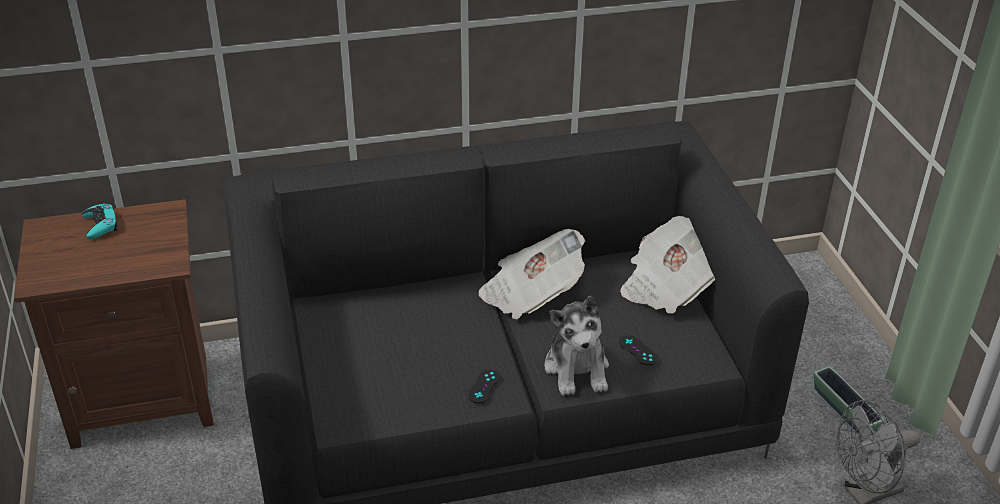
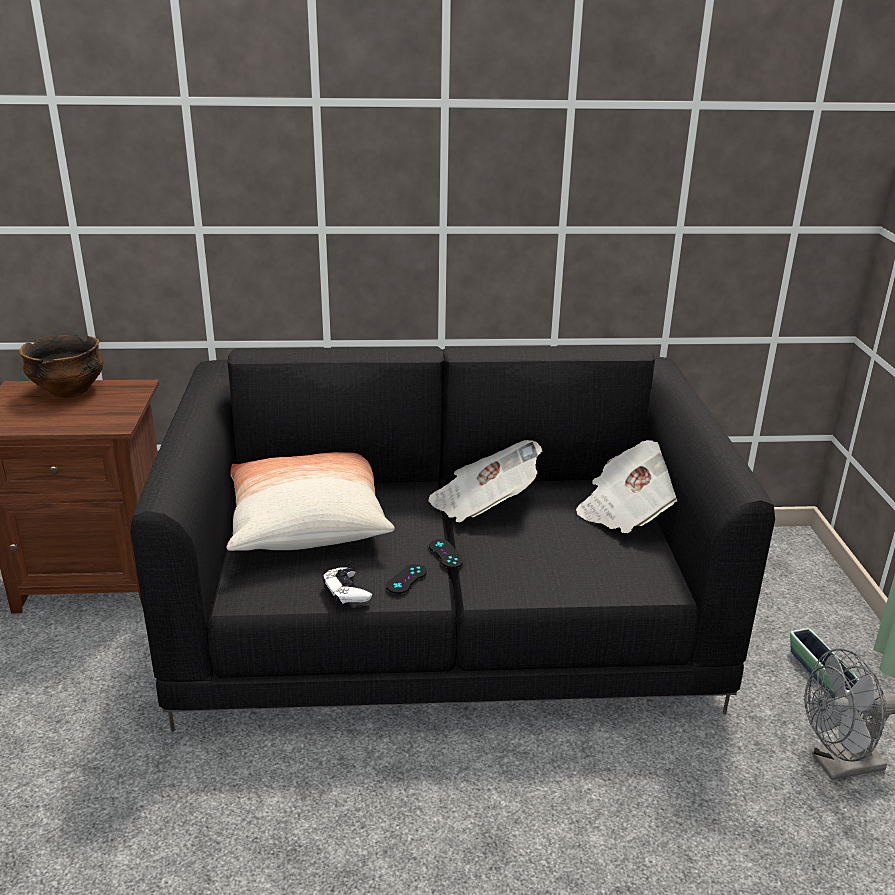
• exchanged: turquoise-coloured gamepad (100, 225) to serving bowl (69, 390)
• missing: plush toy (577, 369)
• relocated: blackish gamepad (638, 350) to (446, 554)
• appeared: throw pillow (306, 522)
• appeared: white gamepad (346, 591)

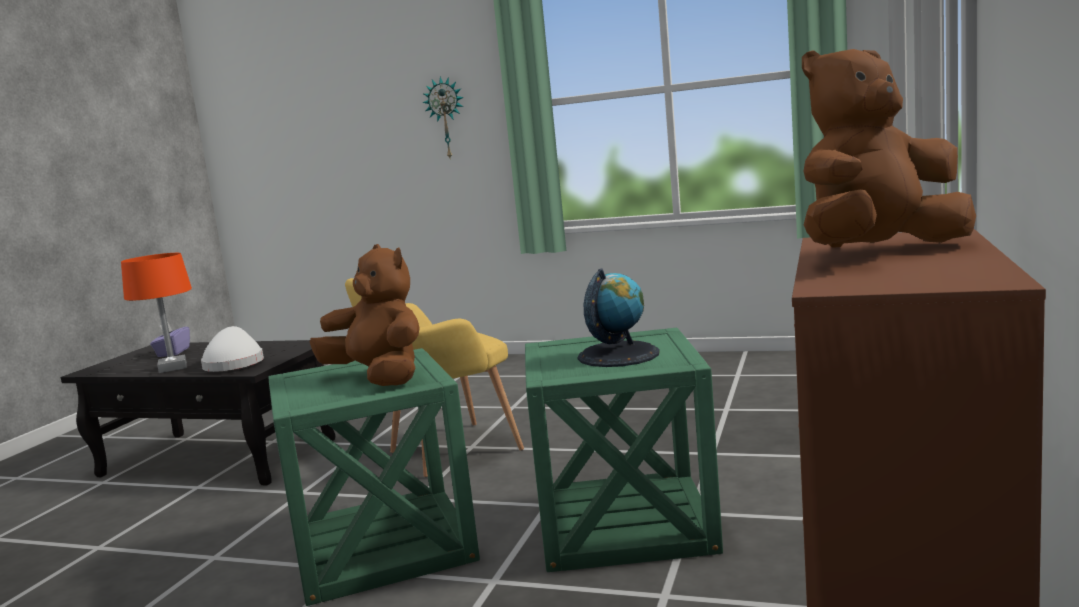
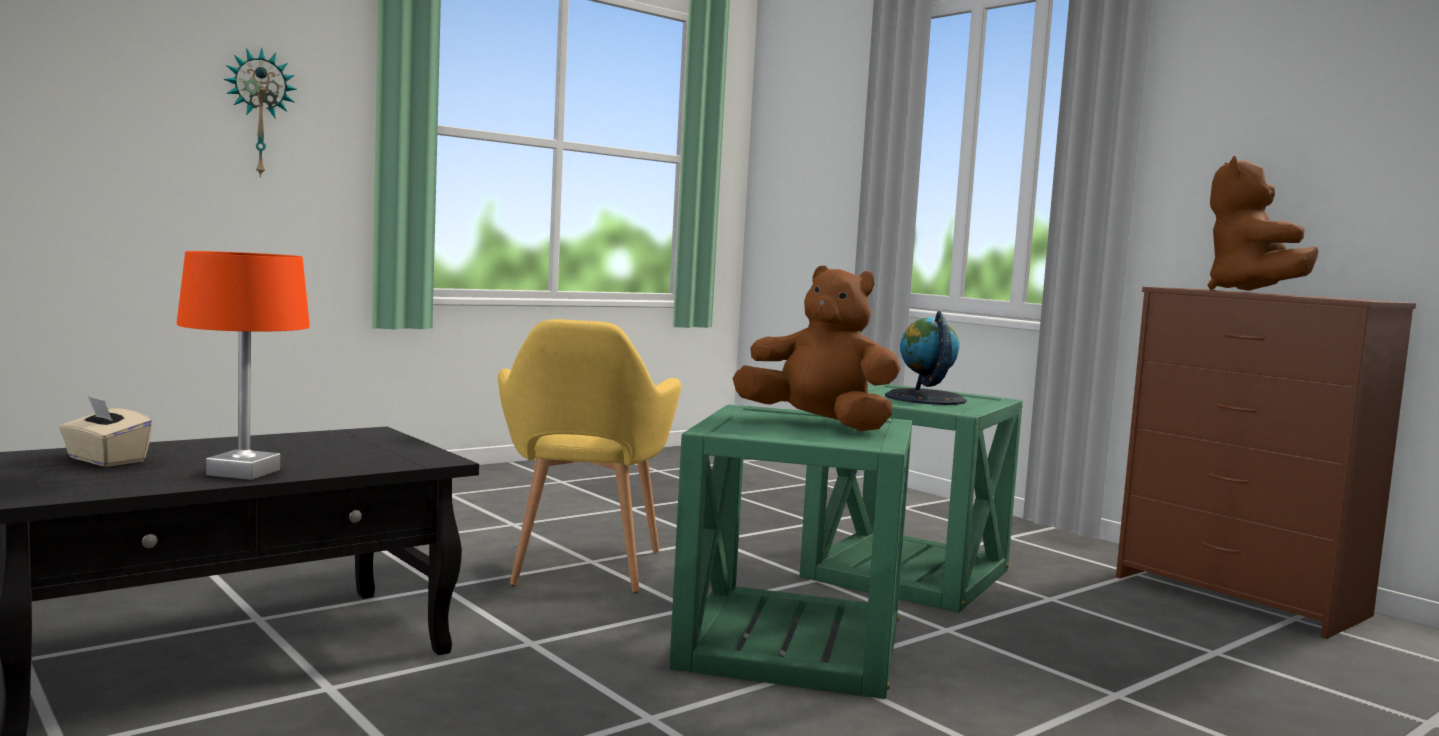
• spun: brown-coloured plush toy (379, 378) = (819, 424) 45 degrees clockwise
• colour: purple-coloured box of tissues (173, 352) to beige box of tissues (105, 460)
• missing: white hat (234, 364)

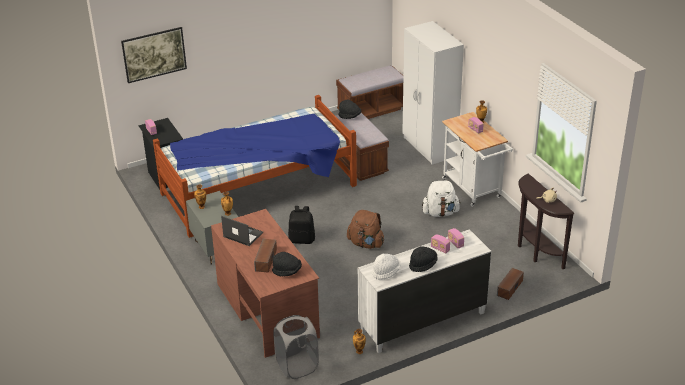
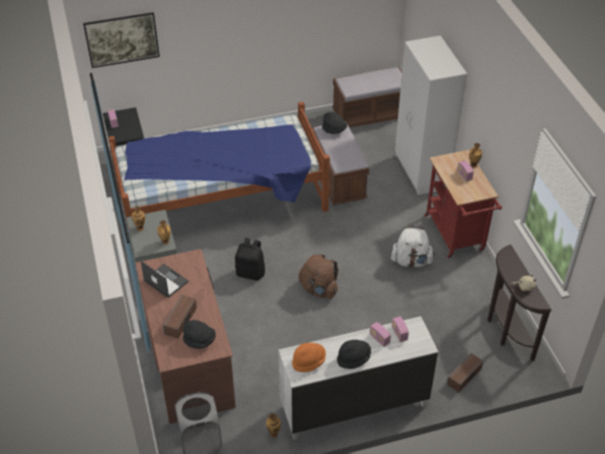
• colour: white cart (473, 190) to reddish cart (456, 236)
• colour: white hat (386, 272) to orangey hat (308, 362)

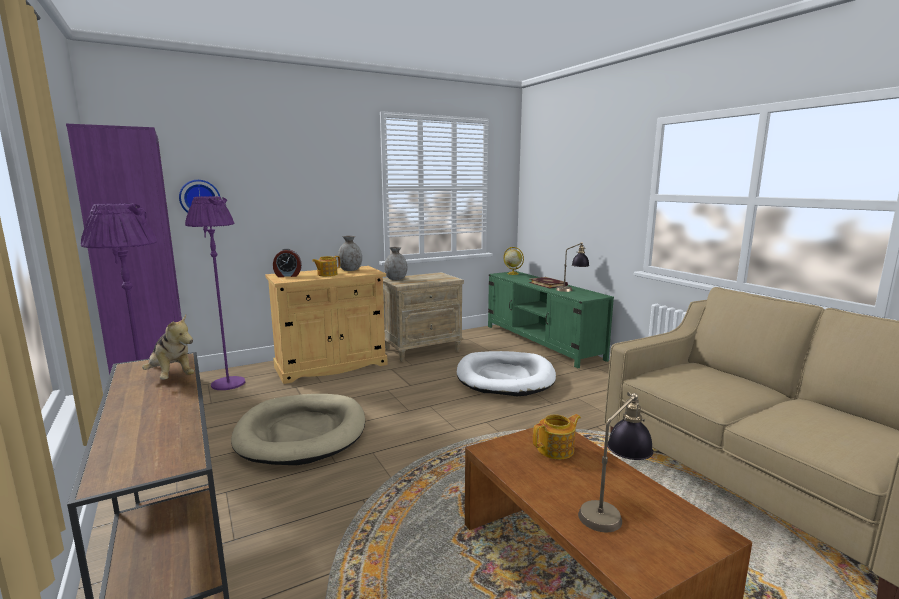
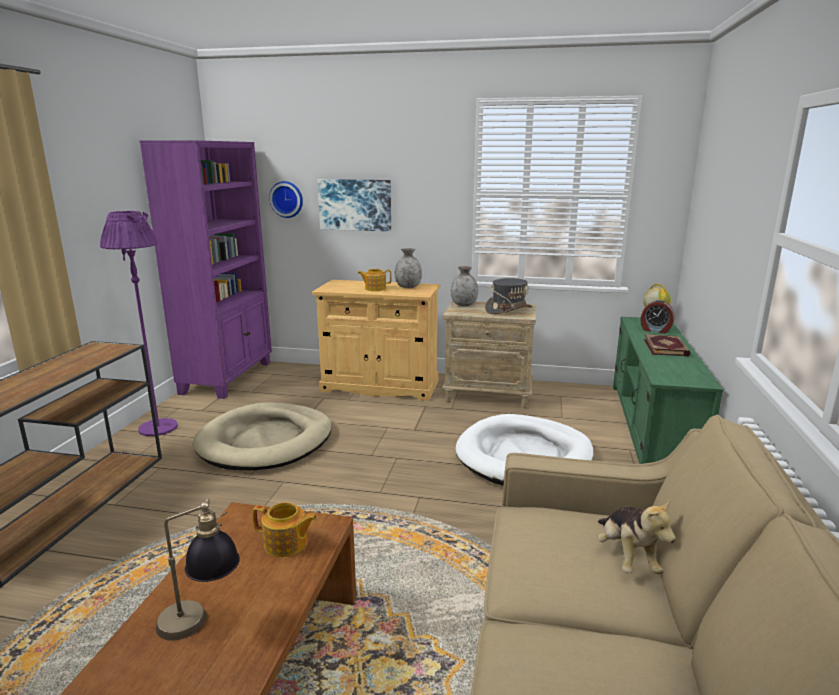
• missing: purple-coloured standard lamp (228, 383)
• missing: table lamp (571, 290)
• relocated: alarm clock (288, 275) to (655, 330)
• relocated: plush toy (171, 377) to (627, 557)
• appeared: picture (355, 204)
• appeared: gray hat (508, 310)

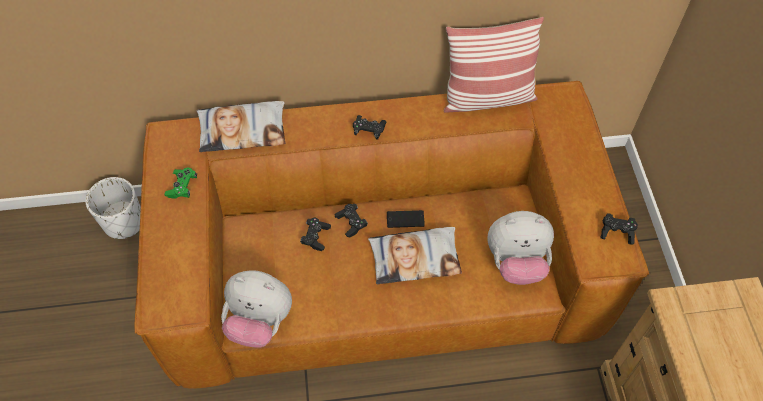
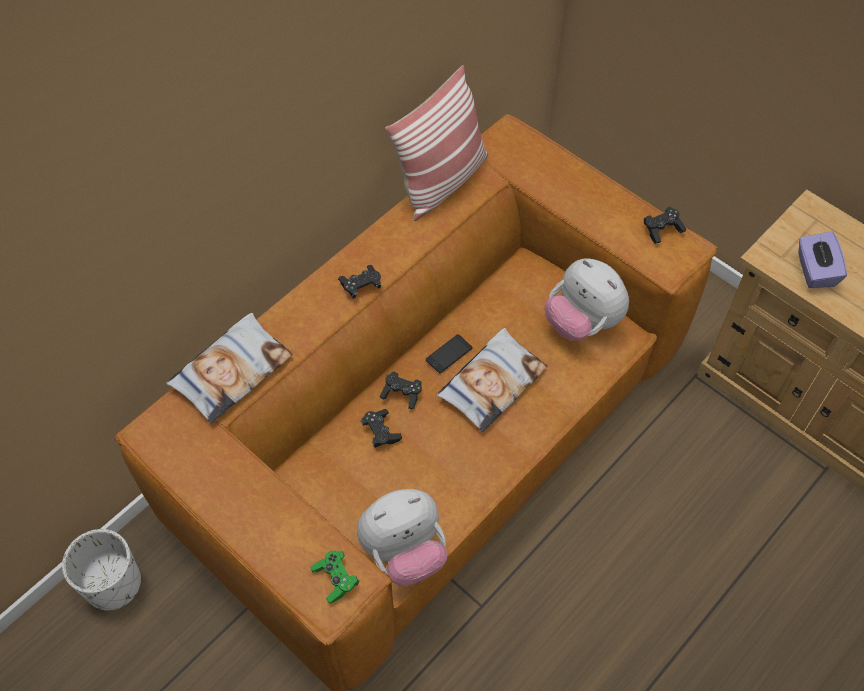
• relocated: green gamepad (182, 187) to (335, 579)
• spun: plush toy (516, 262) = (582, 322) 90 degrees clockwise
• appeared: purple-coloured box of tissues (814, 271)

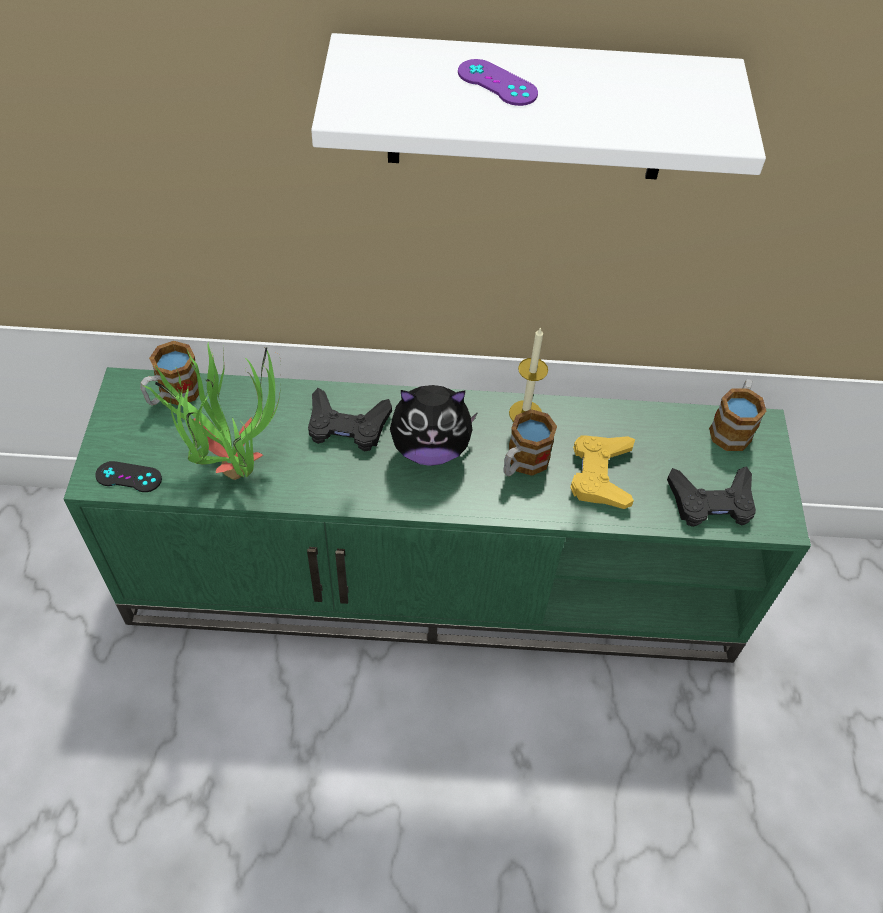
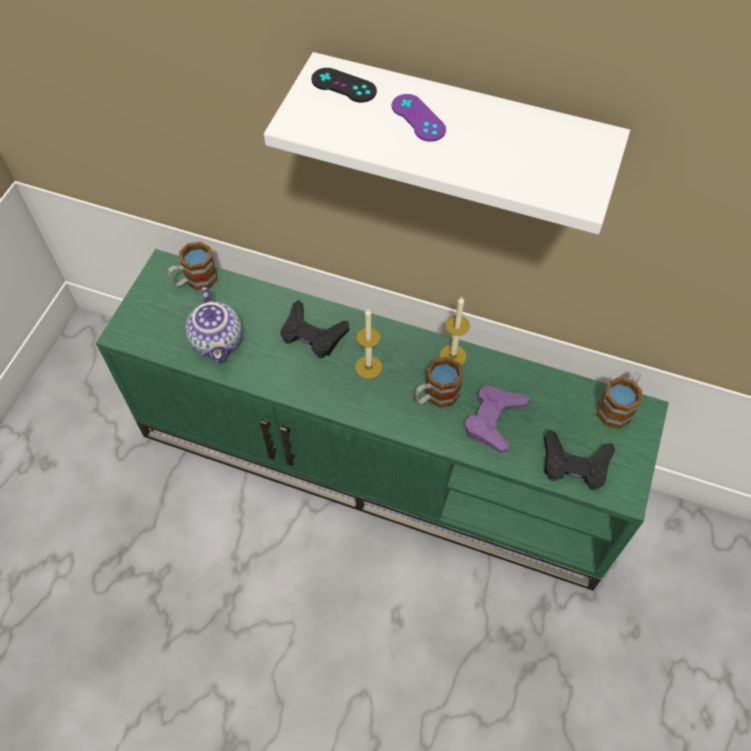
• exchanged: houseplant (230, 461) to pot for tea (219, 342)
• exchanged: plush toy (430, 448) to wax light (368, 367)
• colour: yellow gamepad (601, 474) to purple-coloured gamepad (494, 420)
• relocated: blackish gamepad (128, 477) to (343, 85)

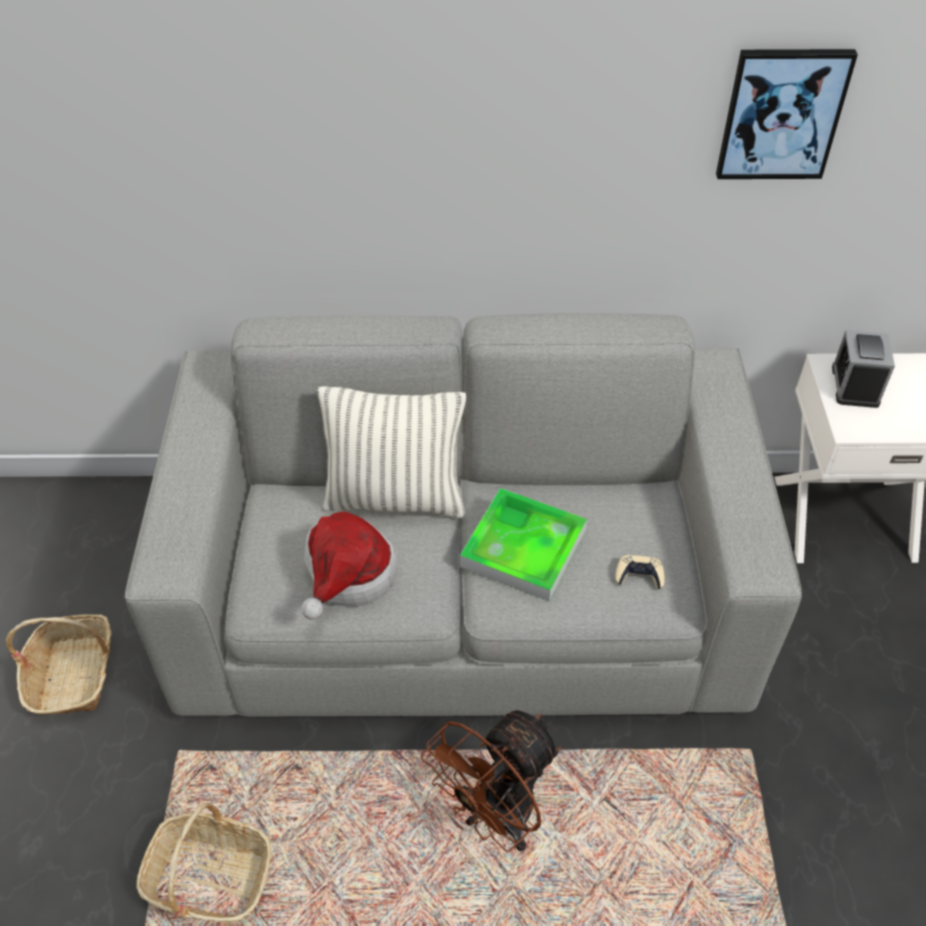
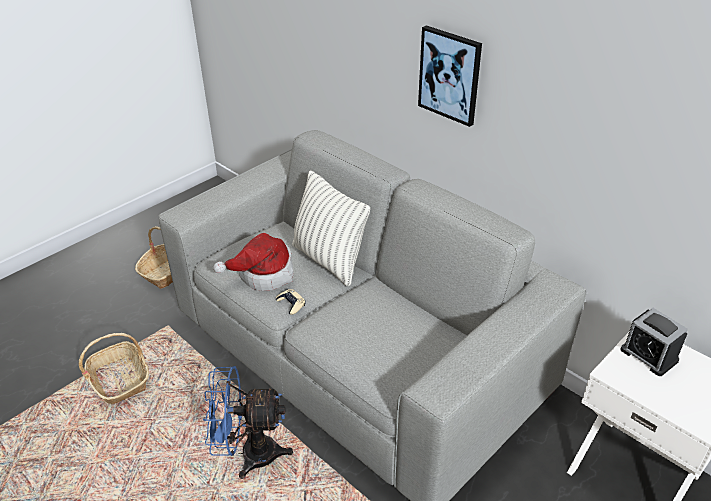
• relocated: picture (782, 114) to (450, 75)
• spun: alarm clock (855, 386) = (649, 355) 90 degrees counterclockwise
• missing: serving tray (523, 548)
• relocated: beige gamepad (639, 575) to (291, 304)
• colour: brown-coloured electric fan (496, 815) to bluish electric fan (249, 454)

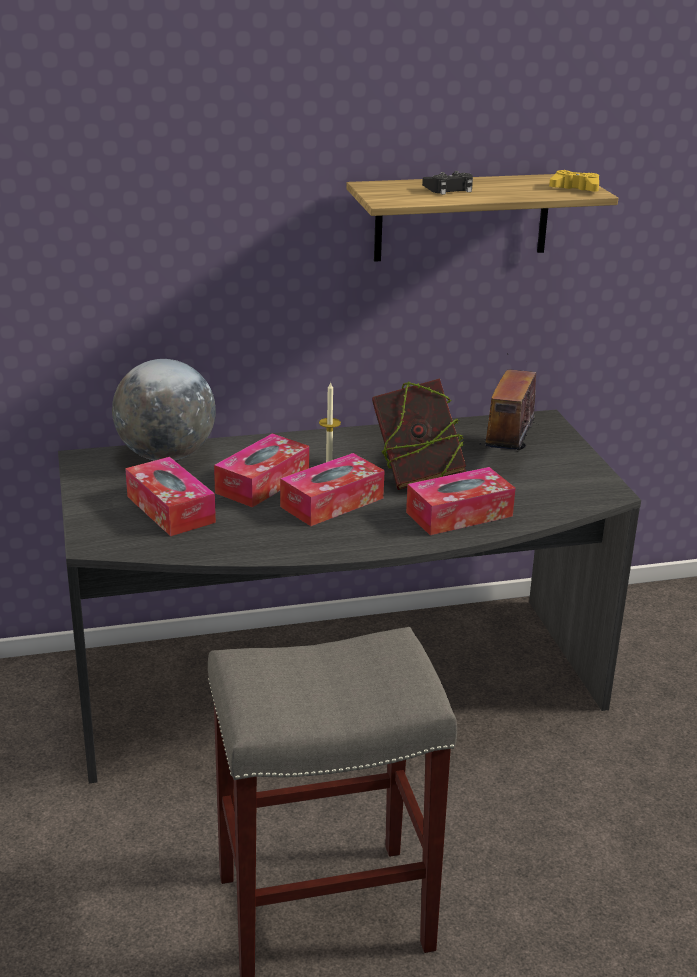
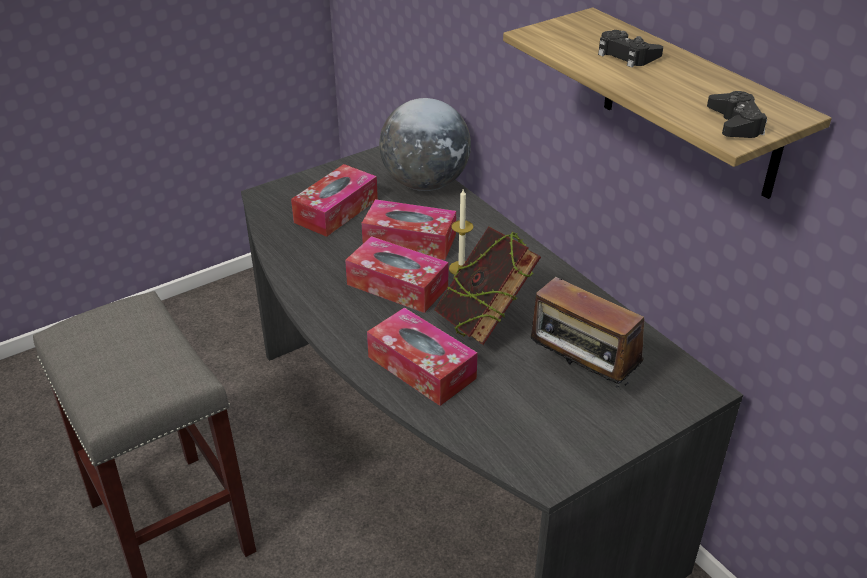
• colour: yellow gamepad (575, 188) to blackish gamepad (735, 123)
• spun: radio (506, 455) = (580, 375) 135 degrees counterclockwise

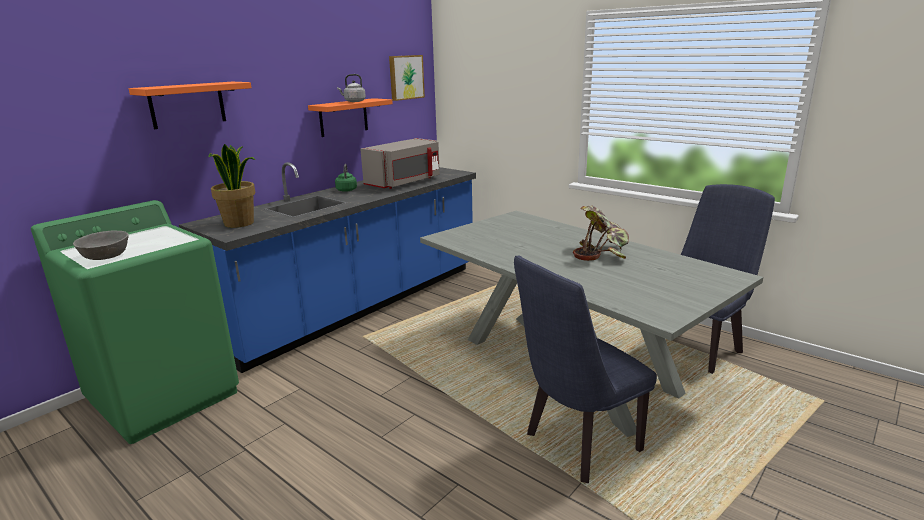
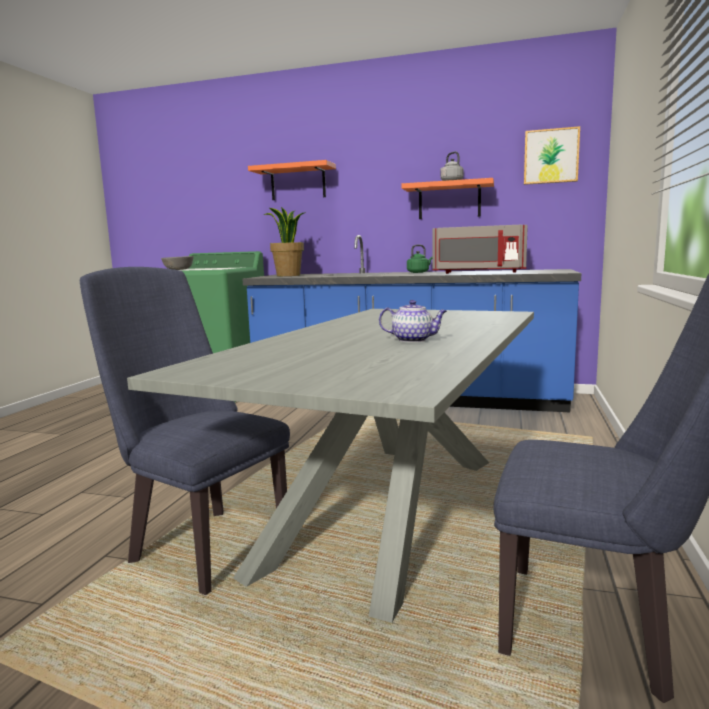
• exchanged: houseplant (601, 253) to pot for tea (413, 340)

